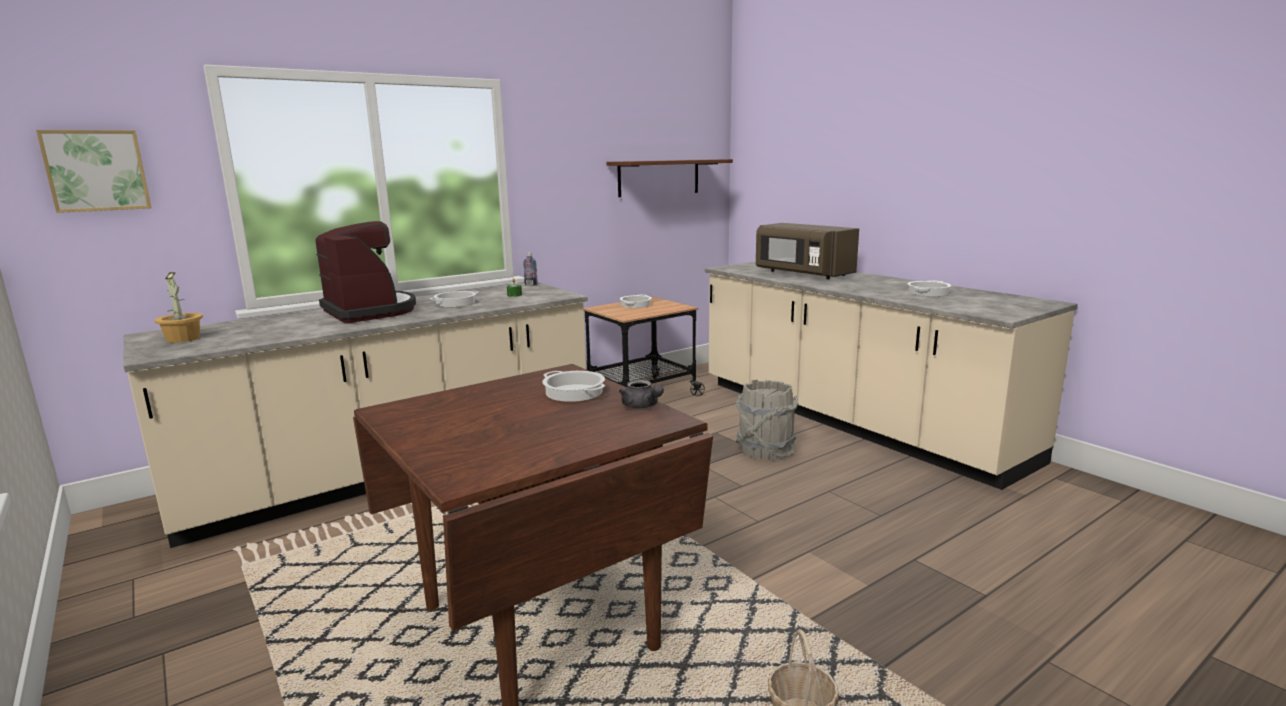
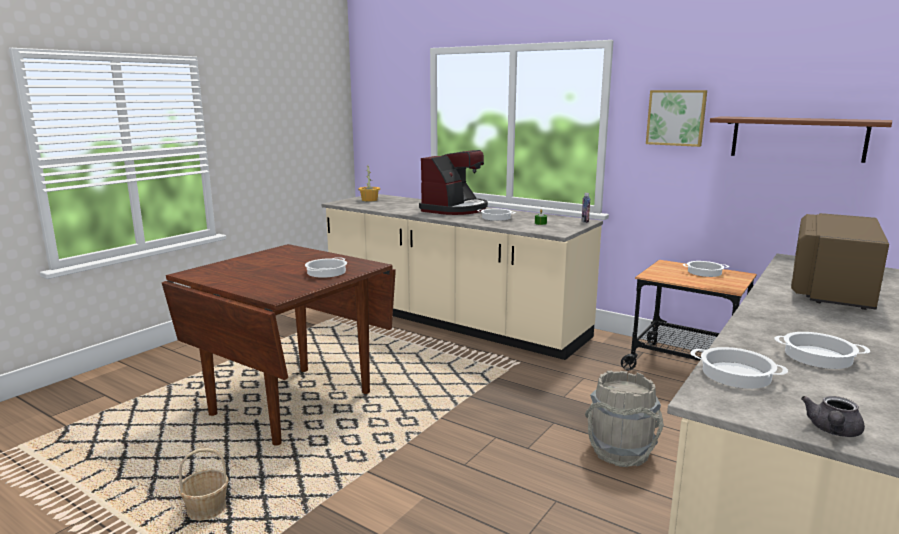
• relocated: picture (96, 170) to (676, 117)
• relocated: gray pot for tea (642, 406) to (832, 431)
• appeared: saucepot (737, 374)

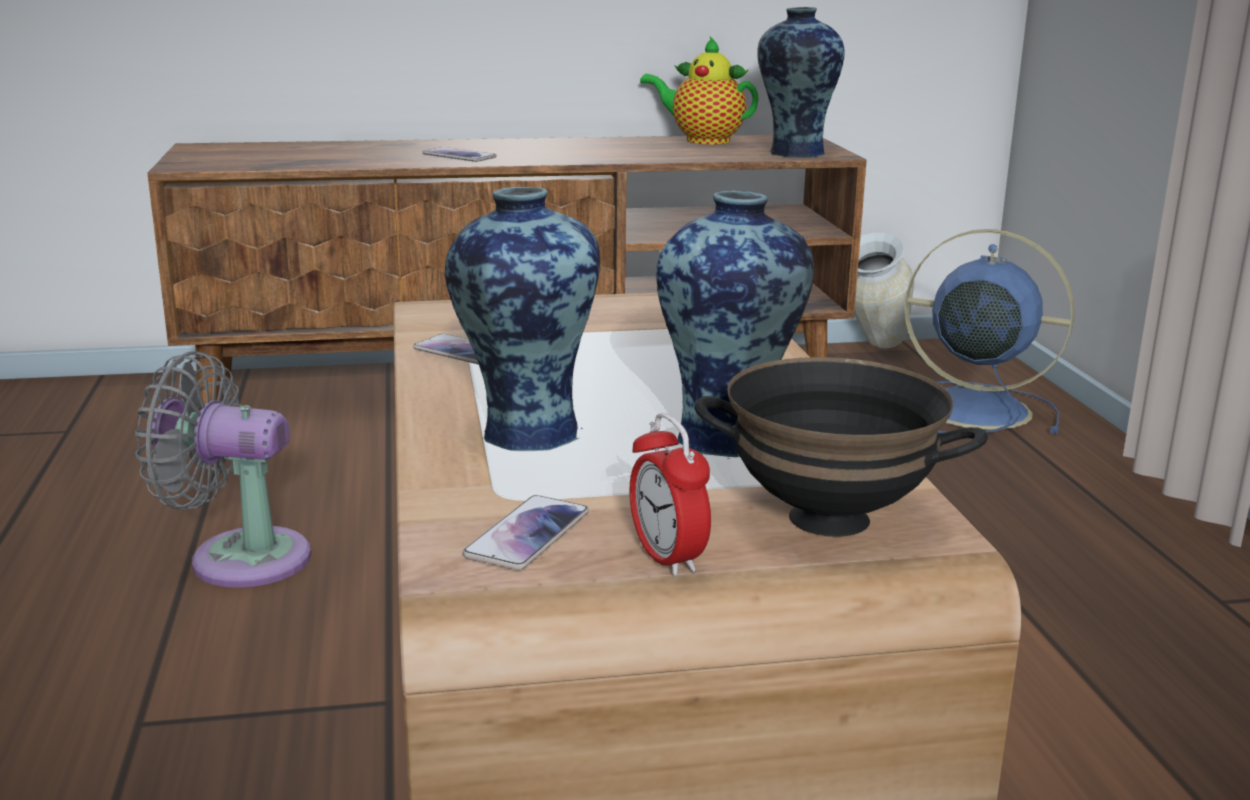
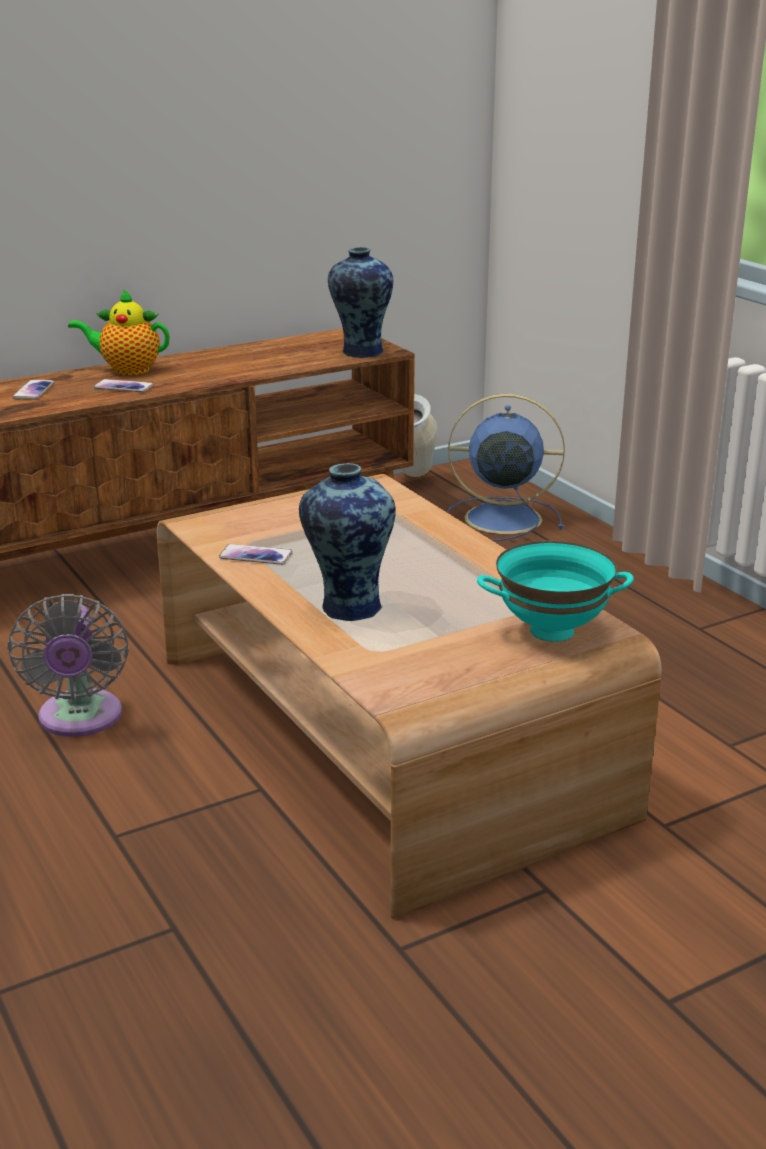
• relocated: pot for tea (702, 140) to (127, 370)
• missing: vase (729, 438)
• spun: gray electric fan (239, 557) = (79, 720) 90 degrees counterclockwise
• colour: blackish serving bowl (830, 518) to turquoise-coloured serving bowl (552, 630)
• missing: alarm clock (667, 558)
• relocated: phone (527, 534) to (34, 391)

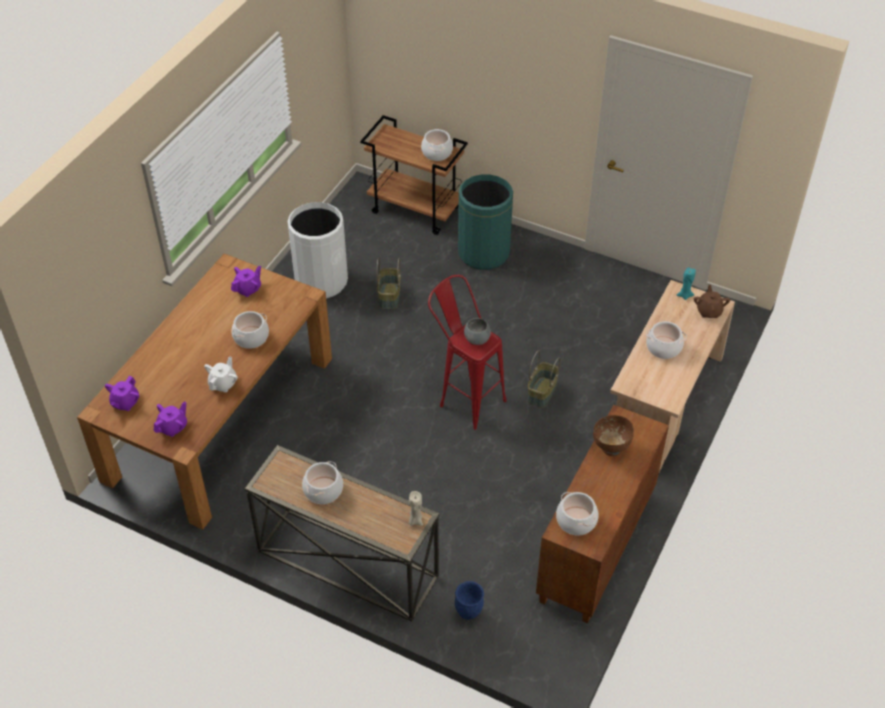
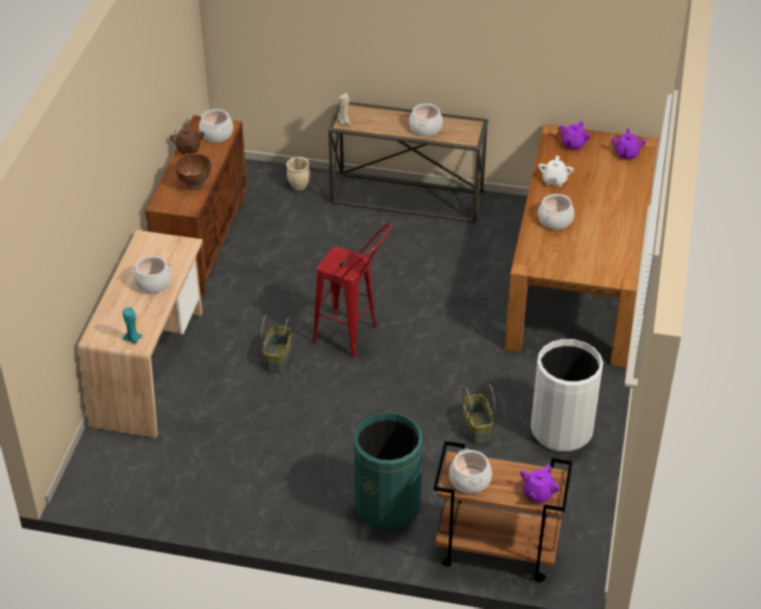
• relocated: purple-coloured pot for tea (248, 289) to (538, 493)
• relocated: brown-coloured pot for tea (709, 311) to (188, 149)
• missing: gray serving bowl (477, 339)
• colour: bluish planter (468, 613) to beige planter (298, 186)

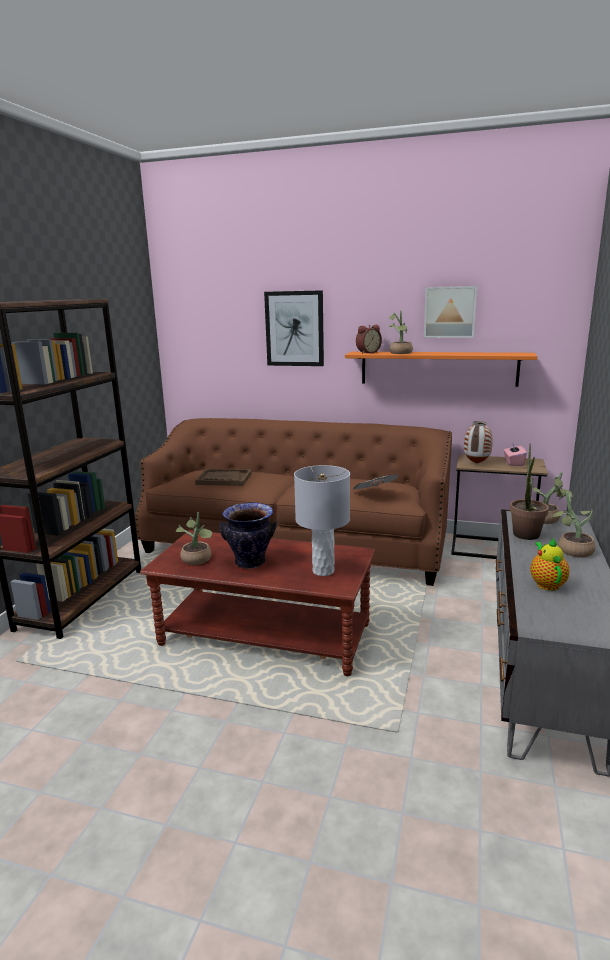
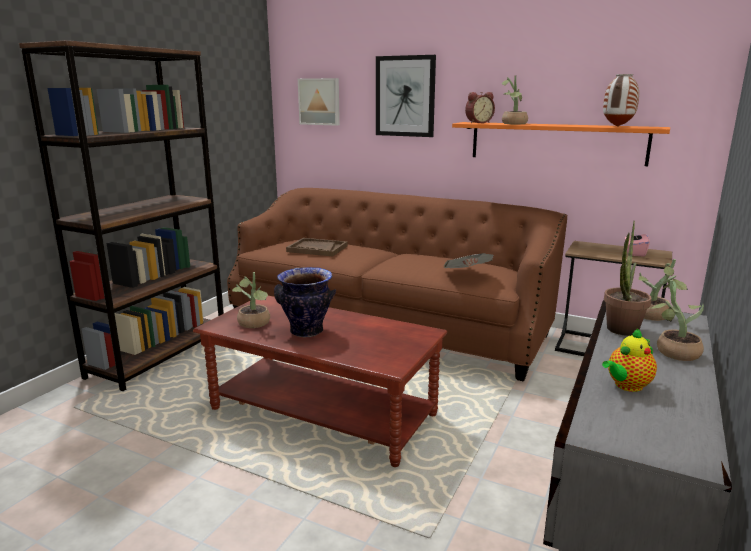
• relocated: picture (450, 312) to (320, 101)
• relocated: vase (477, 463) to (618, 126)
• missing: gray table lamp (323, 571)
• spun: pot for tea (546, 583) = (626, 386) 135 degrees counterclockwise

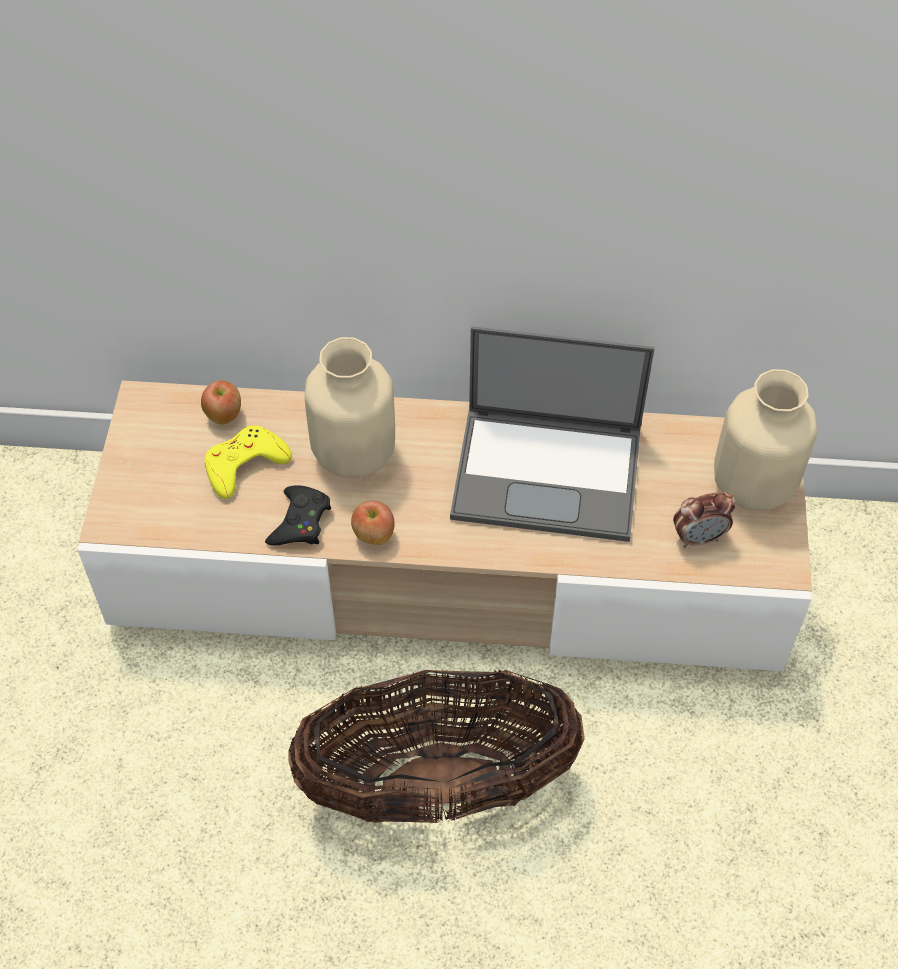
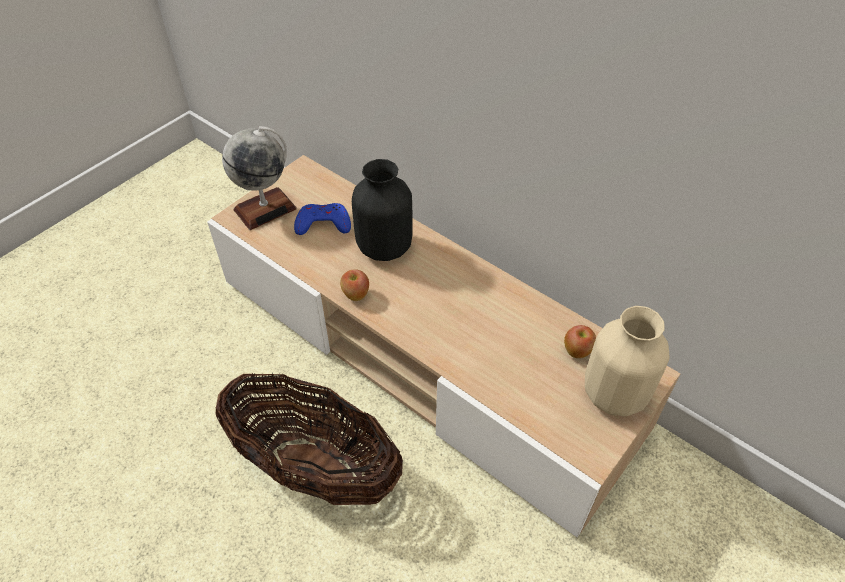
• missing: laptop (550, 473)
• colour: beige vase (355, 454) to blackish vase (385, 248)
• relocated: whole apple (224, 415) to (577, 351)
• colour: yellow gamepad (244, 465) to bluish gamepad (323, 223)
• missing: blackish gamepad (300, 522)
• missing: alarm clock (699, 538)
• appeared: globe (265, 209)

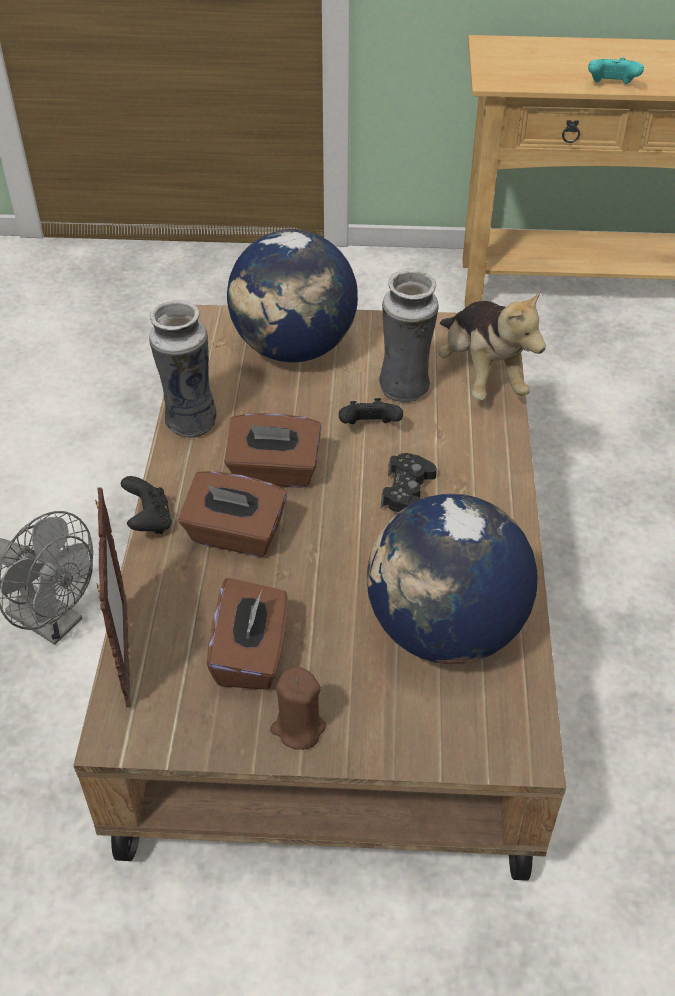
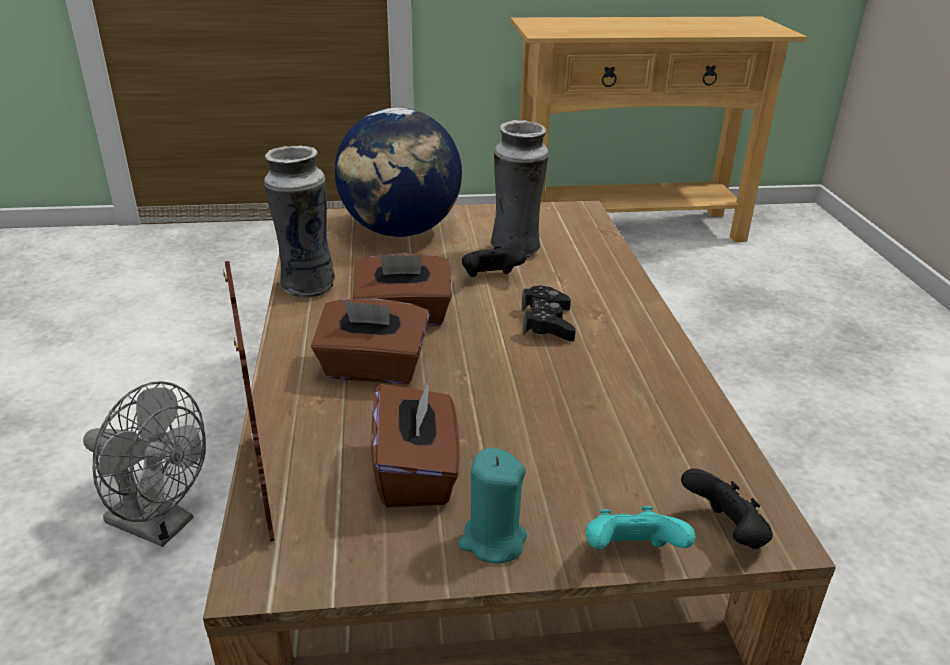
• relocated: turquoise-coloured gamepad (611, 86) to (631, 555)
• missing: plush toy (480, 375)
• relocated: blackish gamepad (149, 521) to (725, 533)
• missing: globe (444, 630)
• colour: brown-coloured wax light (298, 728) to turquoise-coloured wax light (492, 541)

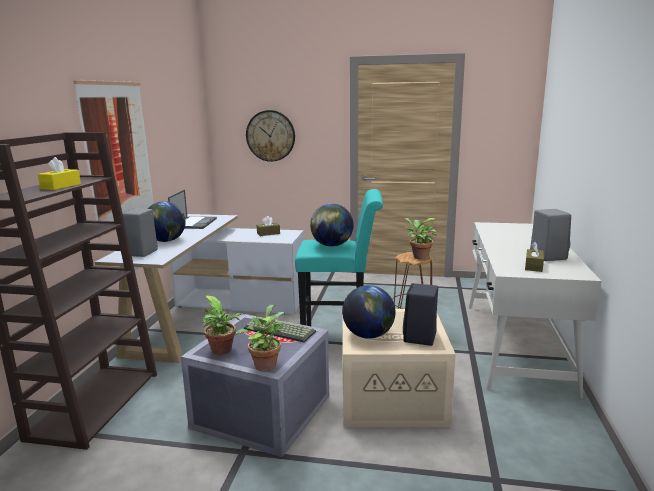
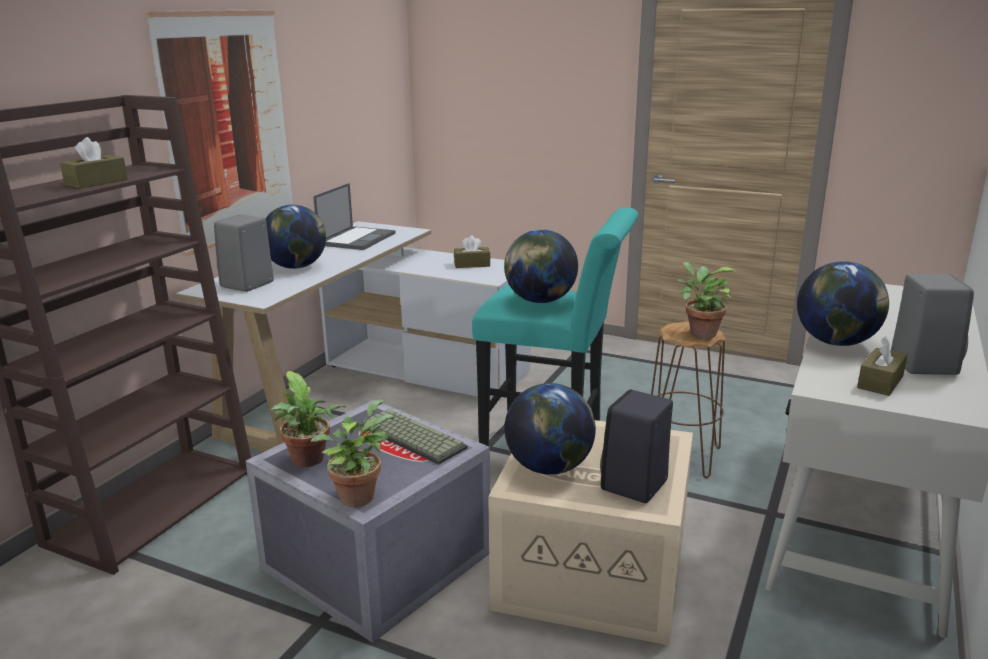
• missing: hanging clock (270, 136)
• colour: yellow box of tissues (61, 186) to brown-coloured box of tissues (96, 182)
• appeared: globe (836, 342)

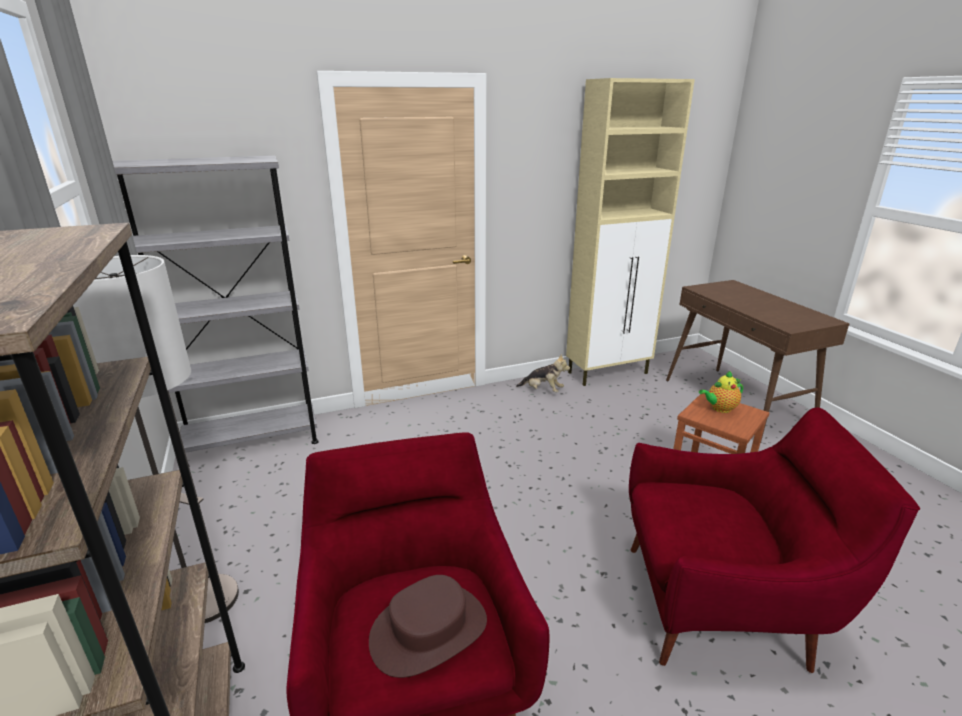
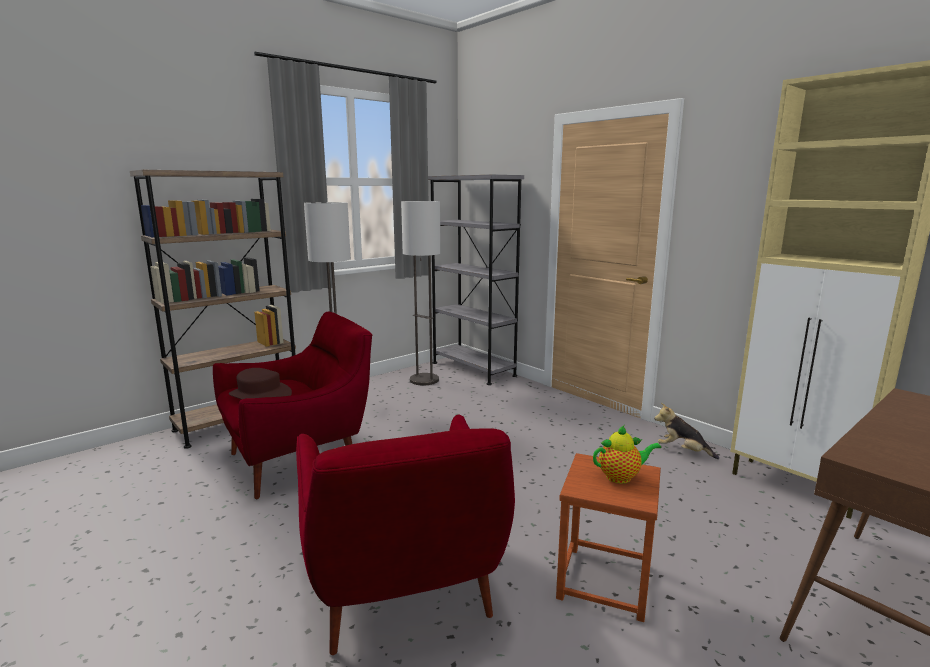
• spun: plush toy (543, 390) = (682, 451) 120 degrees clockwise
• spun: pot for tea (719, 408) = (621, 477) 120 degrees clockwise
• appeared: standard lamp (424, 380)

